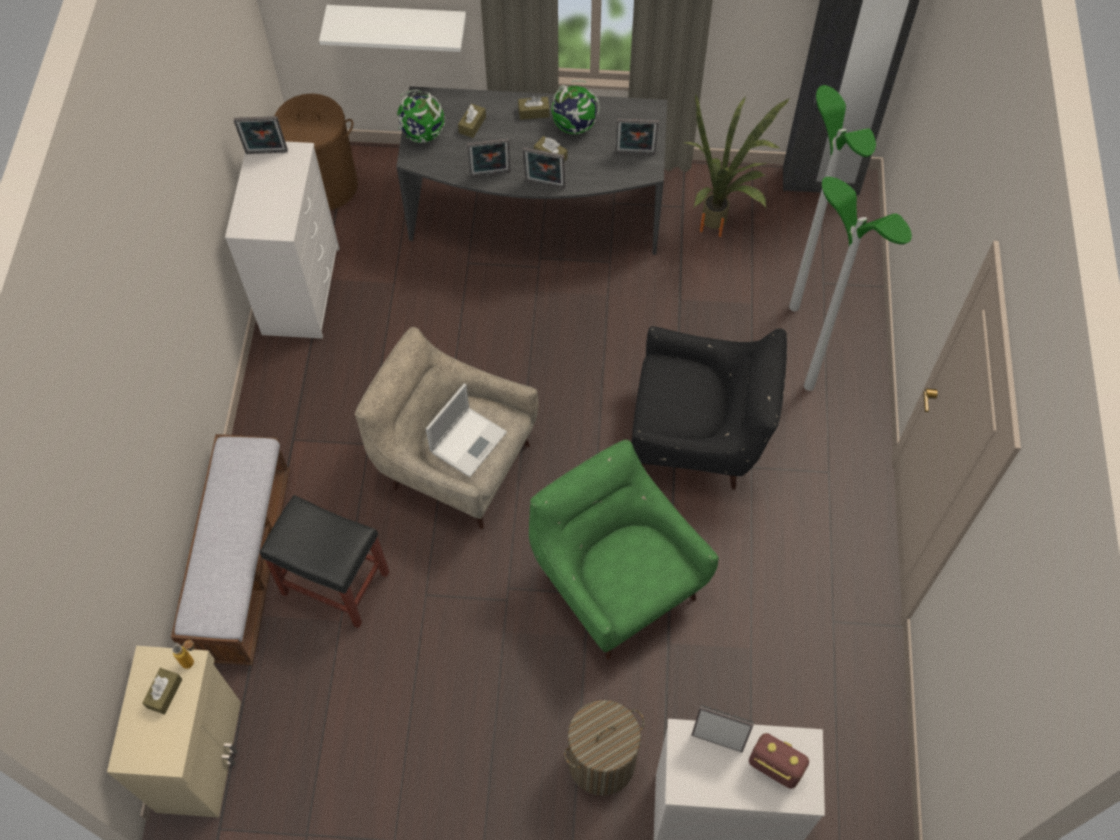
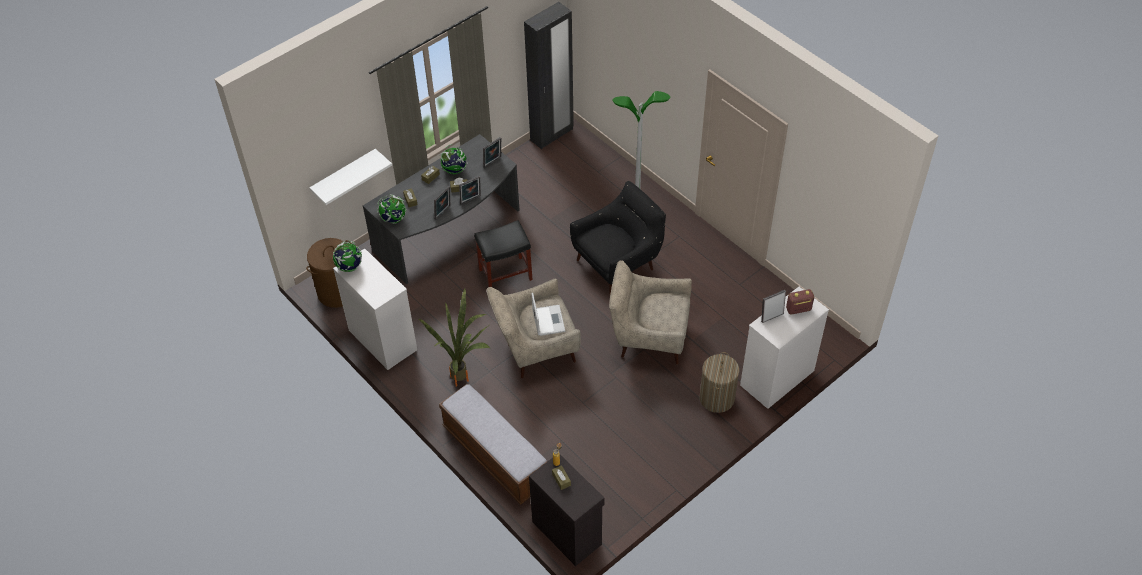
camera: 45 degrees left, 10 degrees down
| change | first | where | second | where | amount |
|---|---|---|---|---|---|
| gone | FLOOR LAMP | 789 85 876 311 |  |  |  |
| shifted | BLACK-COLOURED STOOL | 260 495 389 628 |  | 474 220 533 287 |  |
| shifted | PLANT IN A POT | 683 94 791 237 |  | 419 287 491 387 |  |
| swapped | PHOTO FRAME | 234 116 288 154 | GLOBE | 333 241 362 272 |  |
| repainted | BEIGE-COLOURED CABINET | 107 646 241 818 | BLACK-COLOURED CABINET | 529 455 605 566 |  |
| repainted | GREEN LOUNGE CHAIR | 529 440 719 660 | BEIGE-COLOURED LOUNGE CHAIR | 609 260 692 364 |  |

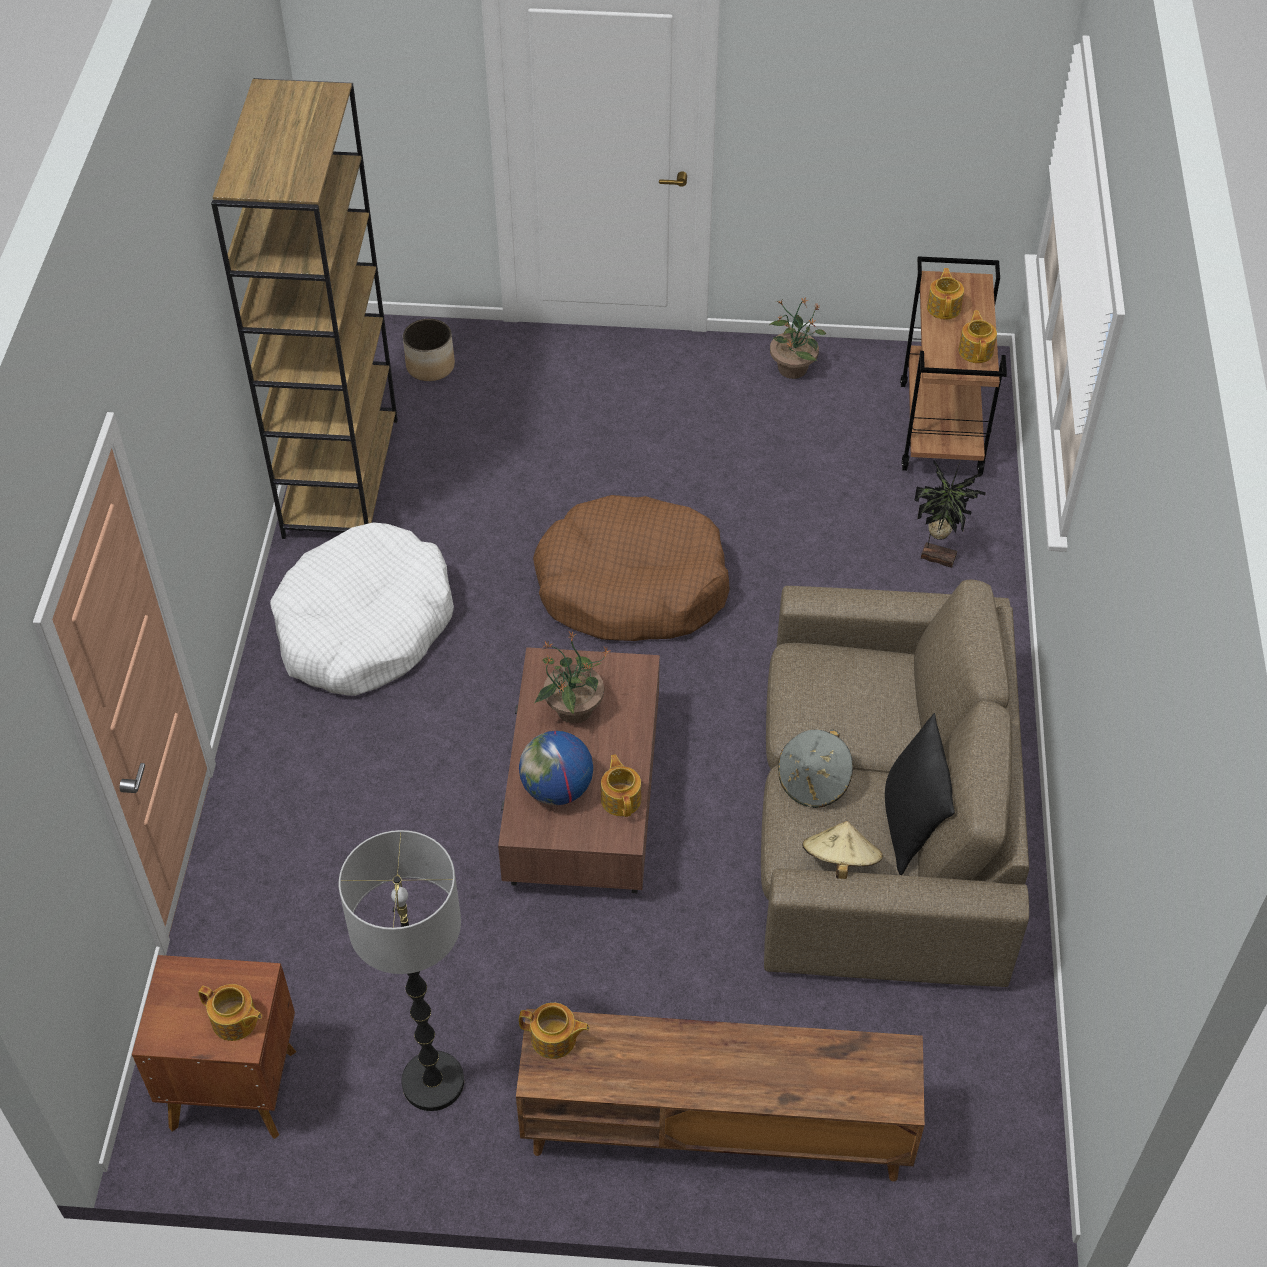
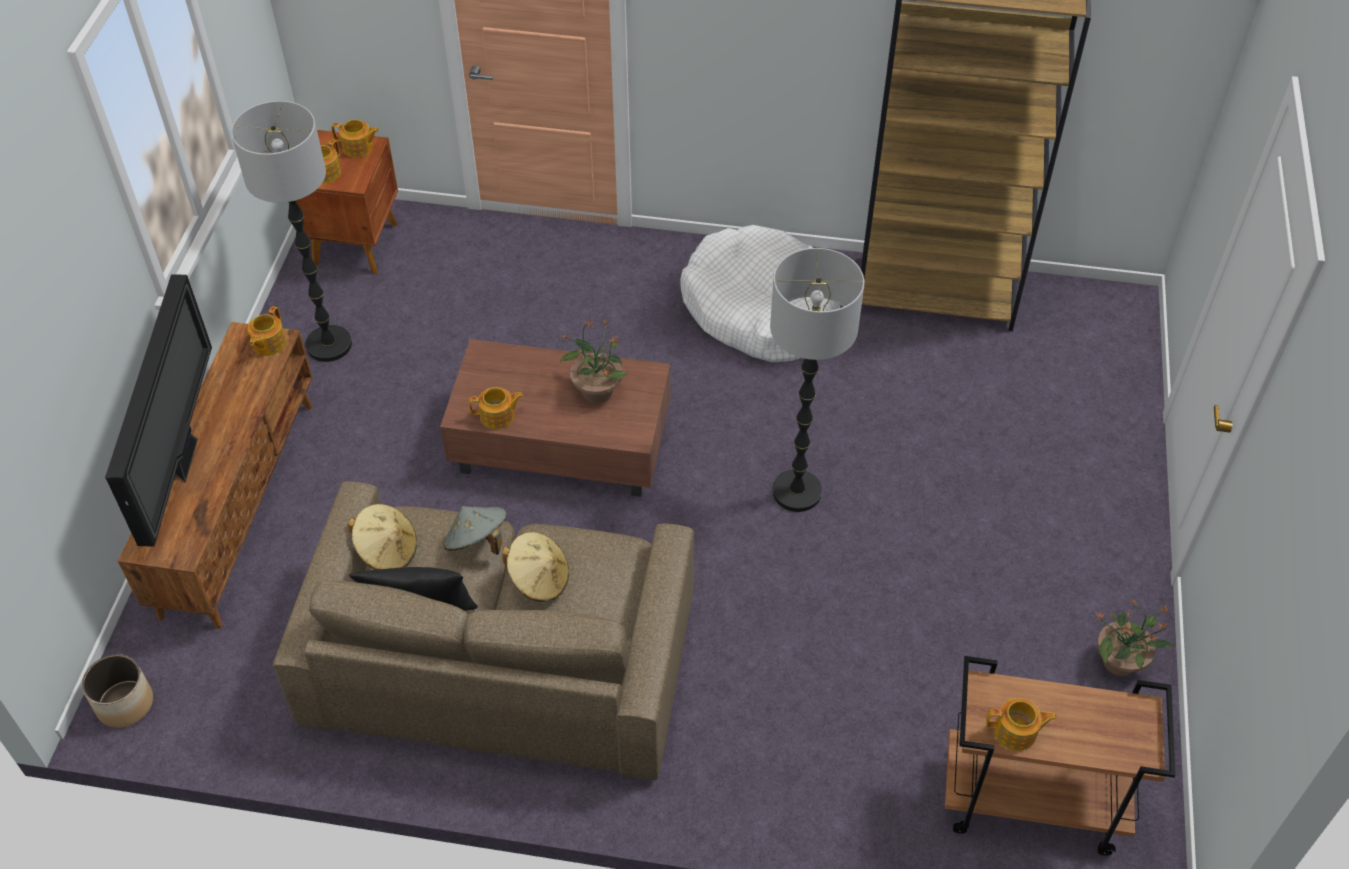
camera: 95 degrees right, 0 degrees up
| change | first | where | second | where | amount |
|---|---|---|---|---|---|
| gone | GLOBE | 519 731 593 805 |  |  |  |
| gone | PLANT IN A POT | 914 460 986 568 |  |  |  |
| new |  |  | TV | 105 274 212 546 |  |
| new |  |  | BEIGE-COLOURED HAT | 502 532 569 602 |  |
| shifted | FLOWER POT | 403 319 455 381 |  | 82 654 153 728 |  |
| shifted | TEA POT | 927 268 964 319 |  | 331 119 379 158 |  |
| swapped | BROWN-COLOURED DOG BED | 533 495 730 641 | FLOOR LAMP | 770 248 864 512 |  |

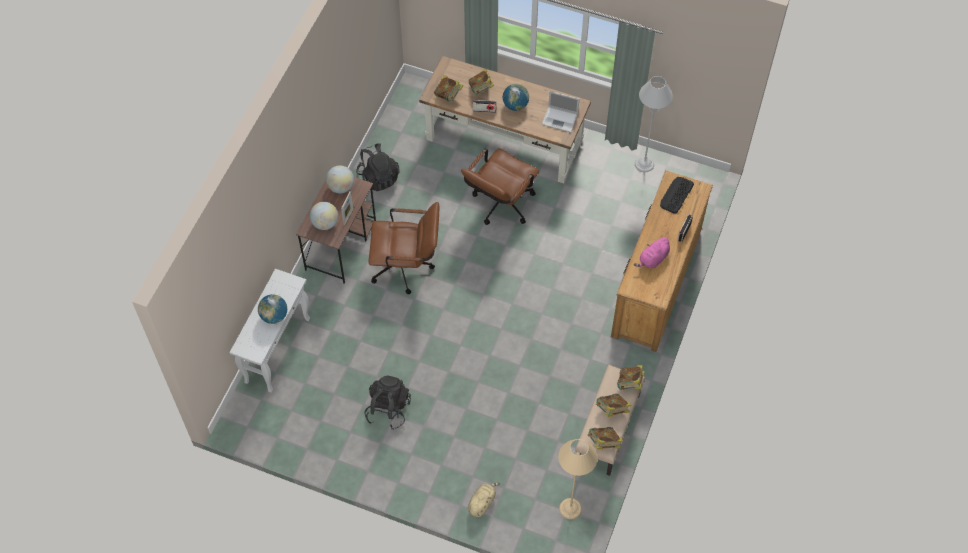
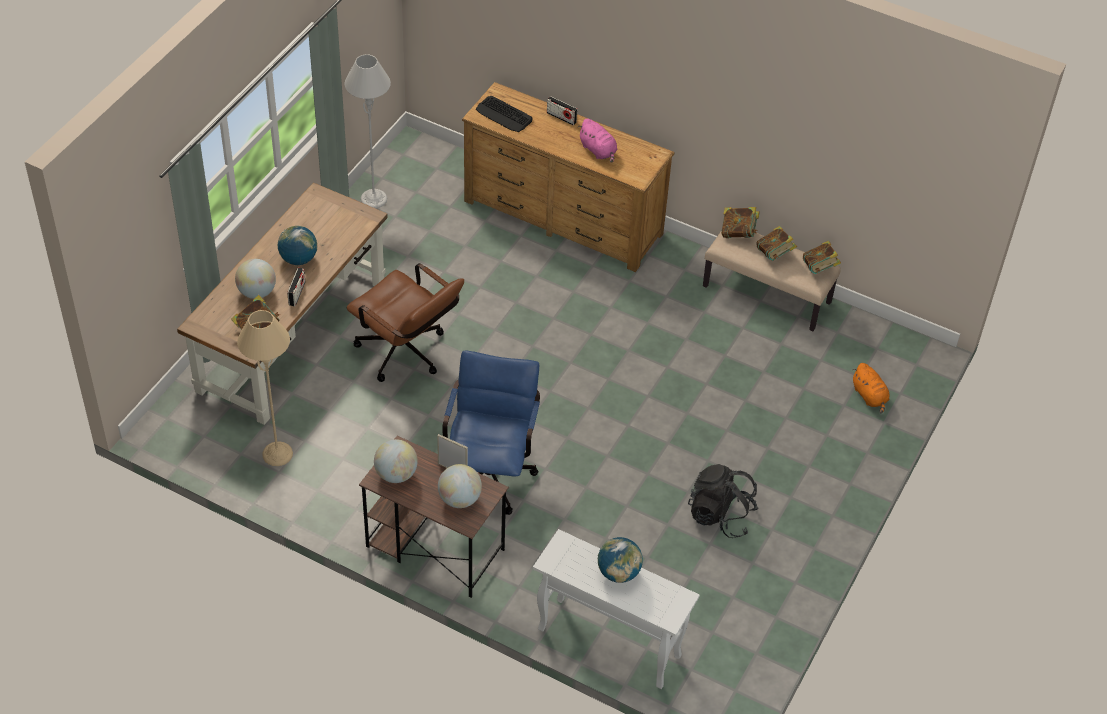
camera: 85 degrees left, 10 degrees down
| change | first | where | second | where | amount |
|---|---|---|---|---|---|
| gone | BLACK-COLOURED BACKPACK | 356 143 400 191 |  |  |  |
| gone | BEIGE-COLOURED SOFT TOY | 468 483 500 517 |  |  |  |
| gone | LAPTOP | 542 91 579 132 |  |  |  |
| new |  |  | ORANGE-COLOURED SOFT TOY | 852 363 889 414 |  |
| shifted | BEIGE-COLOURED FLOOR LAMP | 558 439 598 520 |  | 237 310 293 466 |  |
| swapped | BOOK | 469 69 494 95 | GLOBE | 235 259 276 299 |  |
| repainted | BROWN-COLOURED OFFICE CHAIR | 369 202 439 294 | BLUISH OFFICE CHAIR | 442 351 540 515 |  |

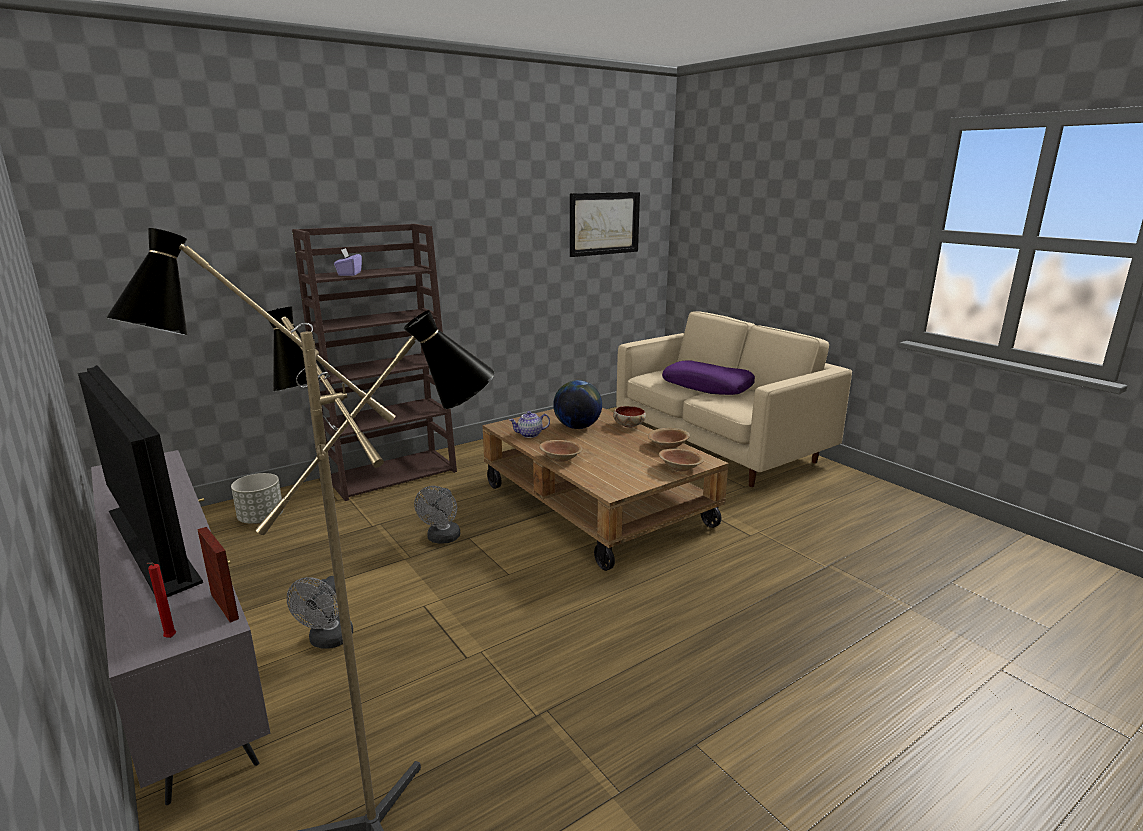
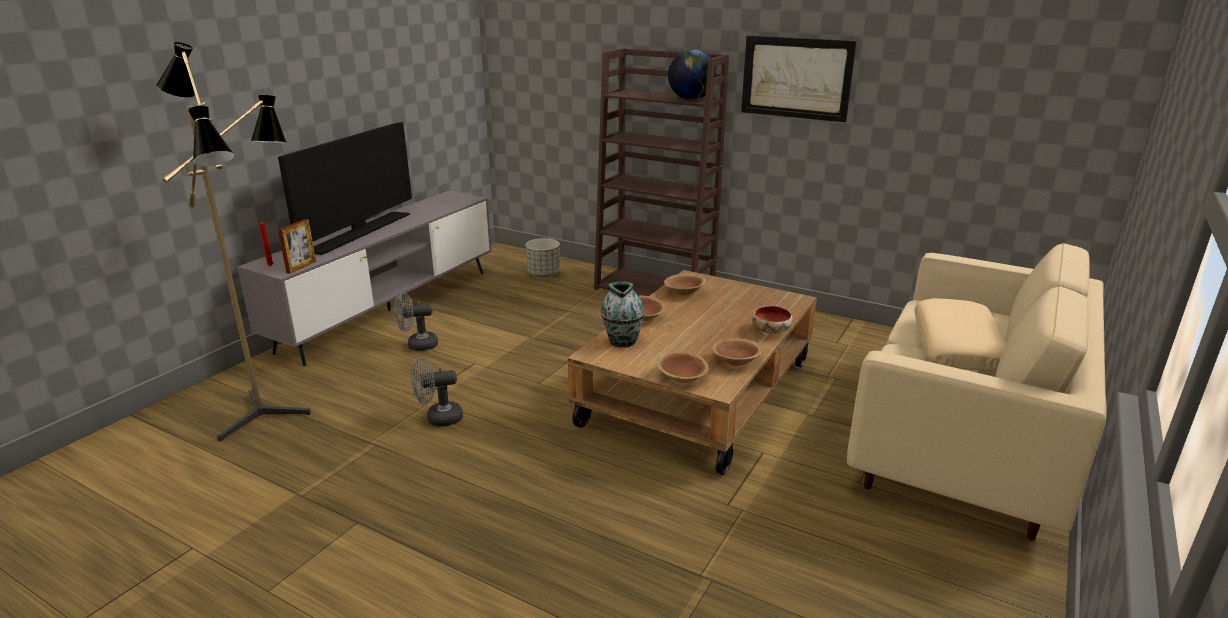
camera: 65 degrees right, 5 degrees up
| change | first | where | second | where | amount |
|---|---|---|---|---|---|
| gone | PURPLISH TISSUE HOLDER | 334 248 362 276 |  |  |  |
| new |  |  | VASE | 601 282 644 347 |  |
| shifted | GRAY FAN | 414 486 460 544 |  | 411 358 463 427 |  |
| shifted | GLOBE | 553 380 602 429 |  | 668 49 717 100 |  |
| shifted | PICTURE | 570 192 640 257 |  | 741 36 857 122 |  |
| swapped | TEA POT | 509 411 550 438 | BROWN-COLOURED SERVING BOWL | 664 274 706 296 |  |
| repainted | PURPLISH THROW PILLOW | 662 360 755 395 | BEIGE-COLOURED THROW PILLOW | 915 298 1006 371 |  |

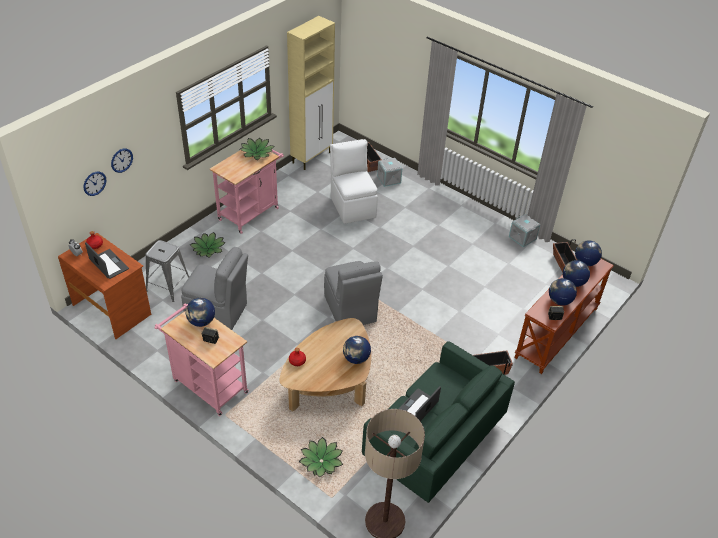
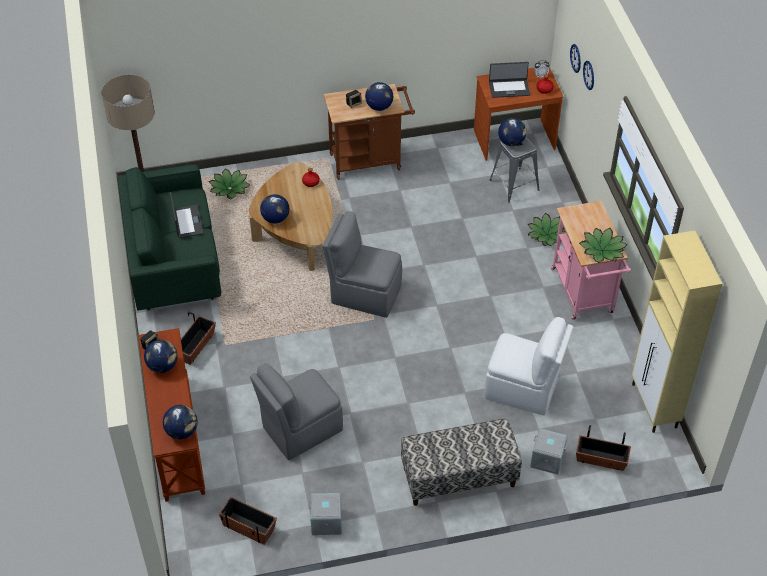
camera: 130 degrees right, 5 degrees up
| change | first | where | second | where | amount |
|---|---|---|---|---|---|
| new |  |  | BENCH | 401 419 522 506 |  |
| shifted | GRAY CHAIR | 181 247 248 330 |  | 250 363 343 460 |  |
| shifted | GLOBE | 563 260 590 287 |  | 498 118 527 146 |  |
| repainted | PINK CART | 154 304 249 416 | BROWN-COLOURED CART | 324 84 415 180 |  |

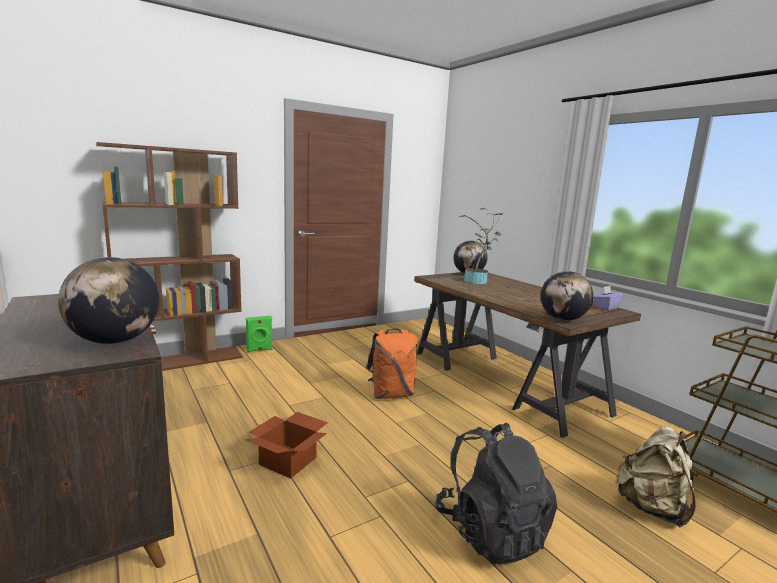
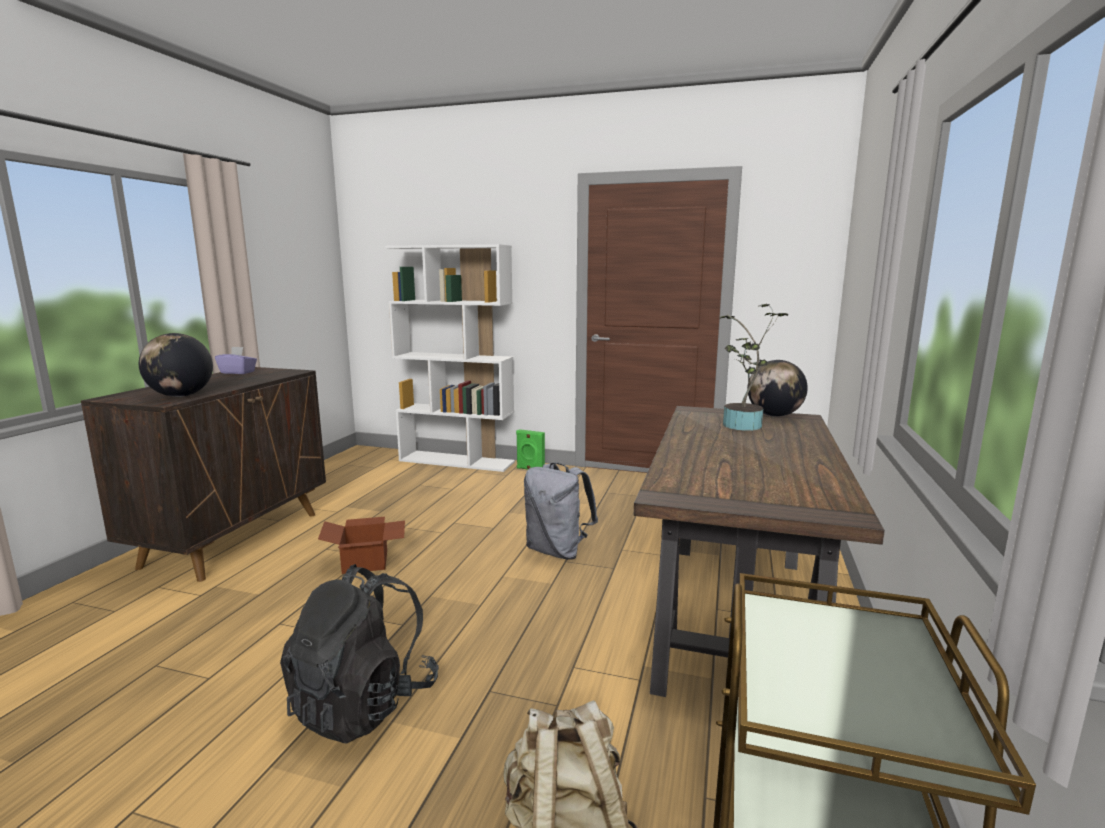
camera: 50 degrees right, 0 degrees up
| change | first | where | second | where | amount |
|---|---|---|---|---|---|
| gone | GLOBE | 541 271 593 321 |  |  |  |
| shifted | PURPLISH TISSUE HOLDER | 593 286 623 311 |  | 215 347 257 374 |  |
| repainted | BROWN-COLOURED BOOKCASE | 96 142 243 371 | WHITE BOOKCASE | 385 244 515 472 |  |
| repainted | ORANGE-COLOURED BACKPACK | 366 328 418 399 | GRAY BACKPACK | 524 463 598 560 |  |

